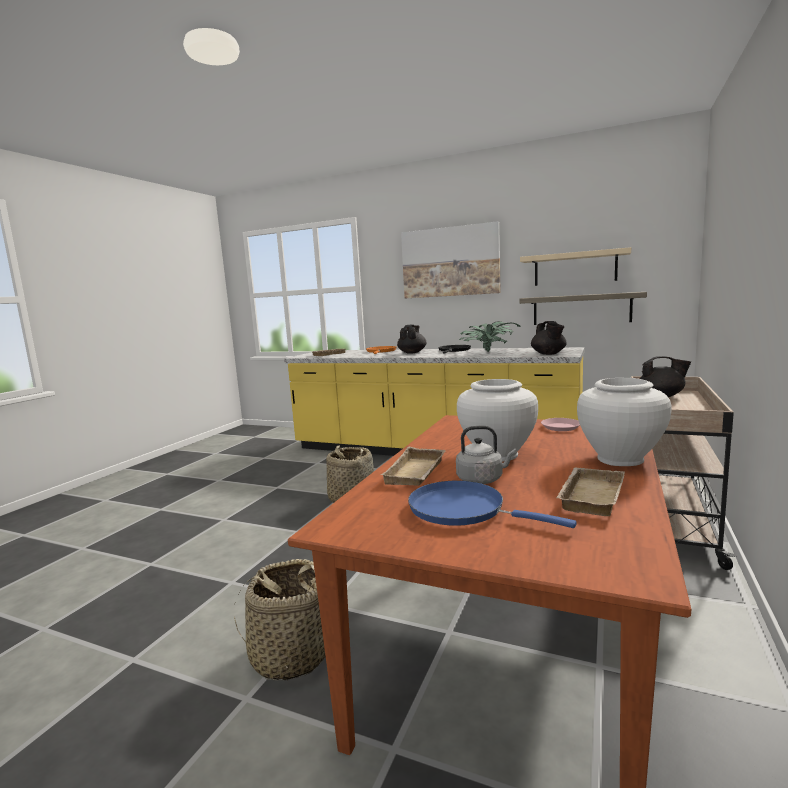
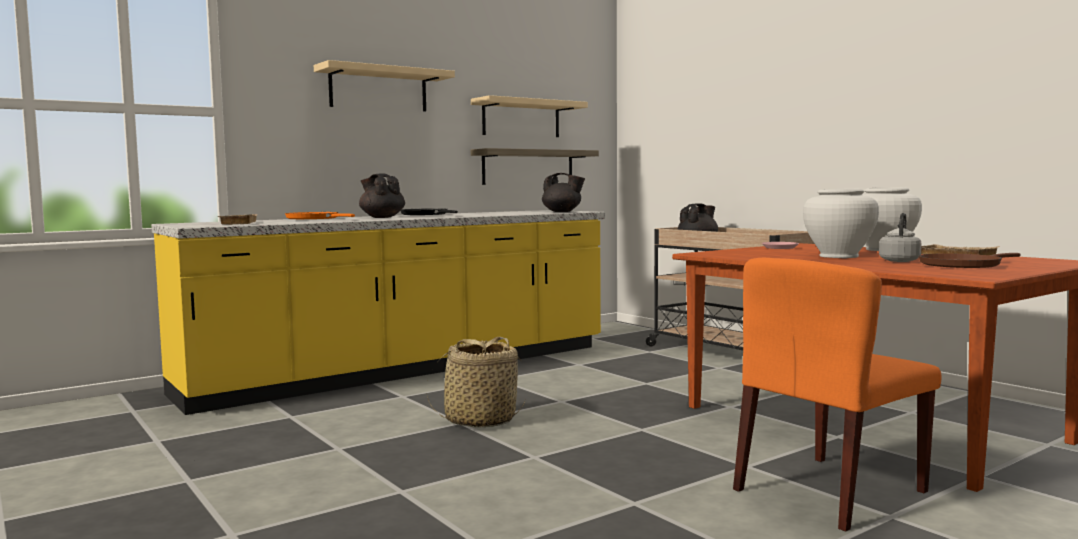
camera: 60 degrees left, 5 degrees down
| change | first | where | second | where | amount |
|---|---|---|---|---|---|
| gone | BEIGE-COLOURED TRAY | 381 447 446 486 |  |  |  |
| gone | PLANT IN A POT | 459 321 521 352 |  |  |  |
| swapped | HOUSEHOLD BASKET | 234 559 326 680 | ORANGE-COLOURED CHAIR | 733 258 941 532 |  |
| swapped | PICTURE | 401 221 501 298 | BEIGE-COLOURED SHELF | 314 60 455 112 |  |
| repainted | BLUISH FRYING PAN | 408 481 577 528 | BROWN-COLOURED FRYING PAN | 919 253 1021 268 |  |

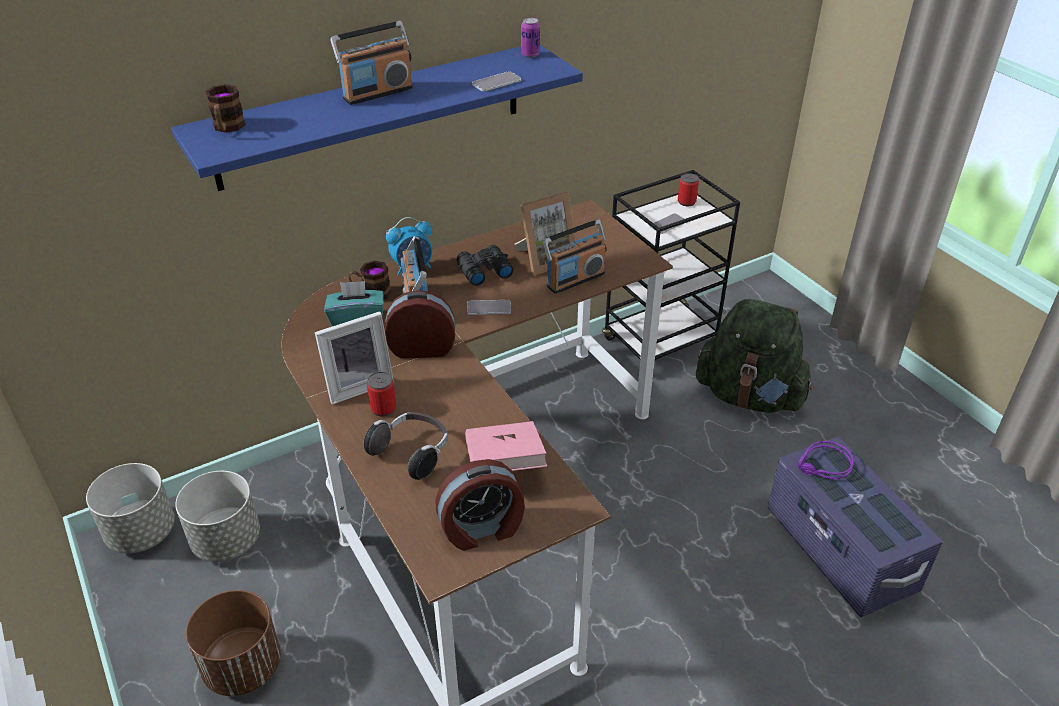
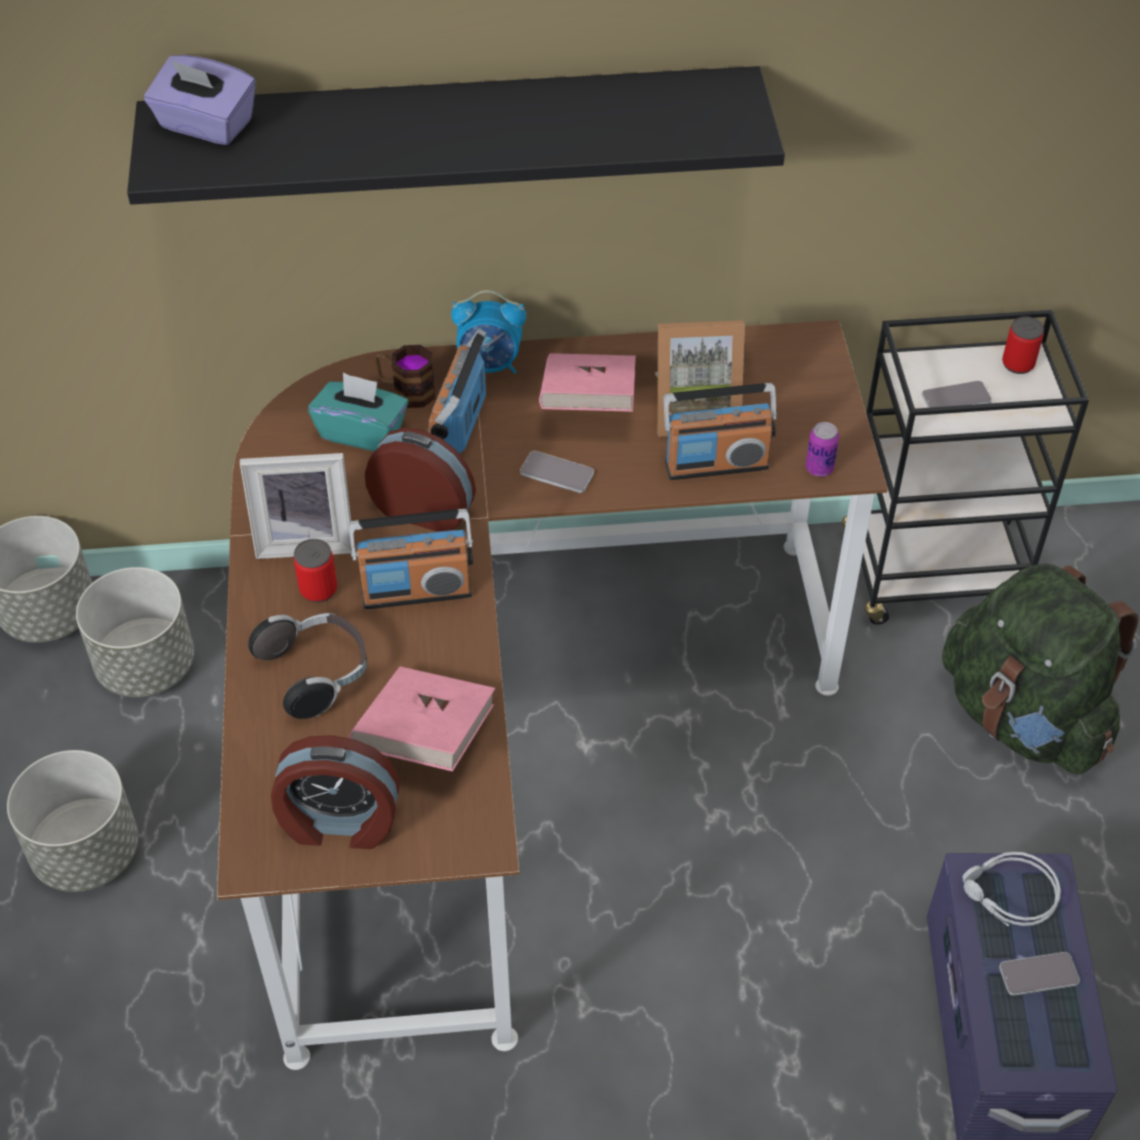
camera: 25 degrees right, 10 degrees up
| change | first | where | second | where | amount |
|---|---|---|---|---|---|
| shifted | RADIO | 330 21 413 105 |  | 349 508 473 609 |  |
| shifted | PHONE | 472 72 521 92 |  | 999 952 1080 996 |  |
| shifted | CAN | 521 18 540 58 |  | 806 422 839 477 |  |
| swapped | MUG | 205 84 246 133 | PURPLISH TISSUE HOLDER | 144 55 256 145 |  |
| swapped | BLACK-COLOURED PAIR OF BINOCULARS | 457 245 513 286 | PINK BOOK | 539 353 636 412 |  |
| repainted | BLUISH SHELF | 171 45 583 191 | BLACK-COLOURED SHELF | 127 66 785 205 |  |
| repainted | BROWN-COLOURED FLOWER POT | 186 590 281 696 | GRAY FLOWER POT | 7 750 138 892 |  |
| repainted | PURPLISH HEADPHONES | 798 441 854 480 | GRAY HEADPHONES | 962 852 1061 926 |  |

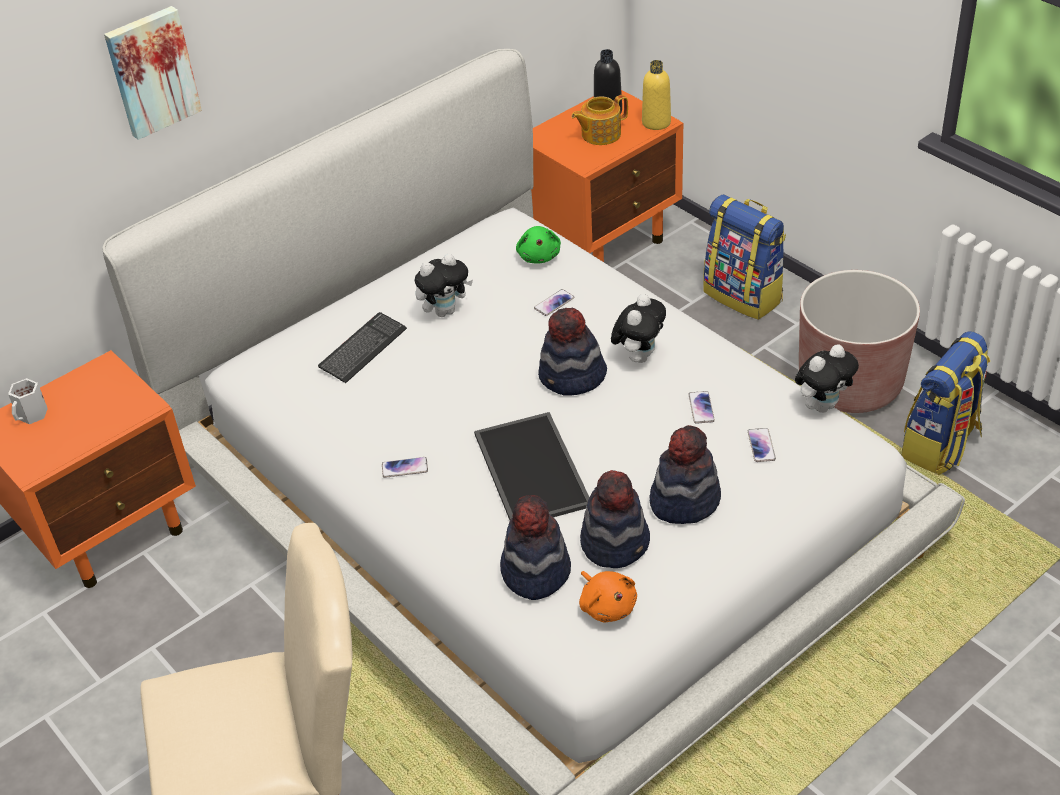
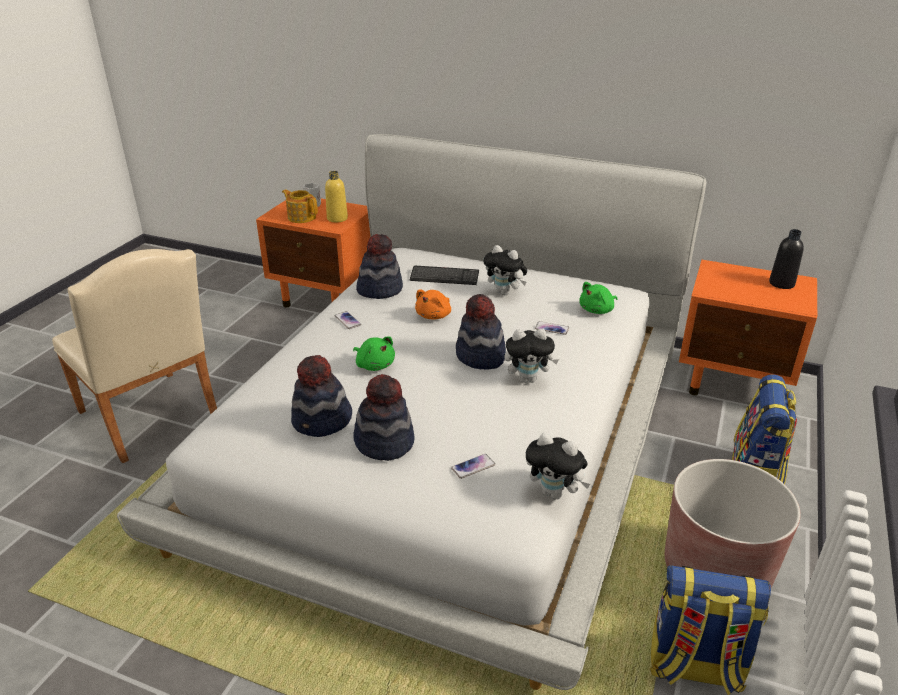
camera: 60 degrees right, 10 degrees down
| change | first | where | second | where | amount |
|---|---|---|---|---|---|
| gone | PICTURE | 104 6 202 140 |  |  |  |
| gone | PHONE | 688 391 715 424 |  |  |  |
| shifted | HAT | 500 495 571 600 |  | 356 234 403 299 |  |
| shifted | TEA POT | 571 95 628 145 |  | 282 189 318 223 |  |
| shifted | ORANGE-COLOURED SOFT TOY | 579 571 637 622 |  | 415 289 451 319 |  |
| shifted | YELLOWISH BOTTLE | 642 60 671 130 |  | 325 171 348 222 |  |
| swapped | TRAY | 474 412 589 520 | GREEN SOFT TOY | 353 336 395 371 |  |

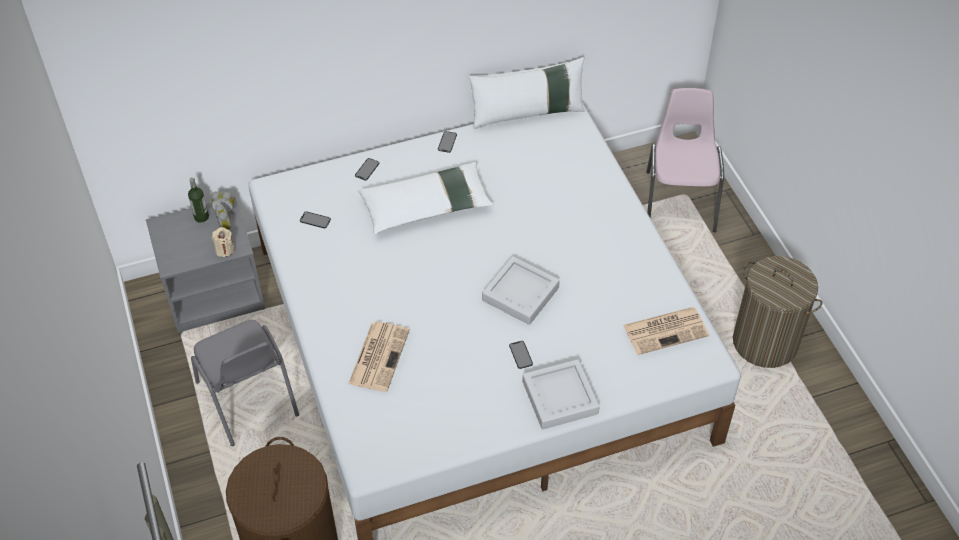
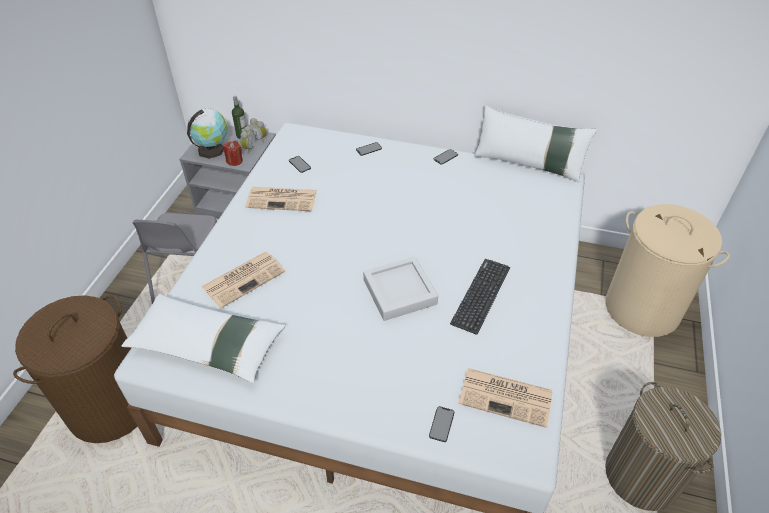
camera: 35 degrees right, 5 degrees down
| change | first | where | second | where | amount |
|---|---|---|---|---|---|
| gone | GRAY TRAY | 522 359 600 429 |  |  |  |
| new |  |  | GLOBE | 187 108 228 159 |  |
| new |  |  | NEWSPAPER | 245 187 317 211 |  |
| new |  |  | COMPUTER KEYBOARD | 450 259 510 335 |  |
| shifted | WHITE THROW PILLOW | 358 162 493 234 |  | 121 294 286 383 |  |
| shifted | PHONE | 509 341 533 369 |  | 429 406 455 442 |  |
| swapped | PINK CHAIR | 646 88 724 232 | BEIGE-COLOURED LAUNDRY BASKET | 605 204 730 337 |  |
| repainted | BEIGE-COLOURED WAX LIGHT | 212 227 234 257 | RED-COLOURED WAX LIGHT | 223 141 243 166 |  |

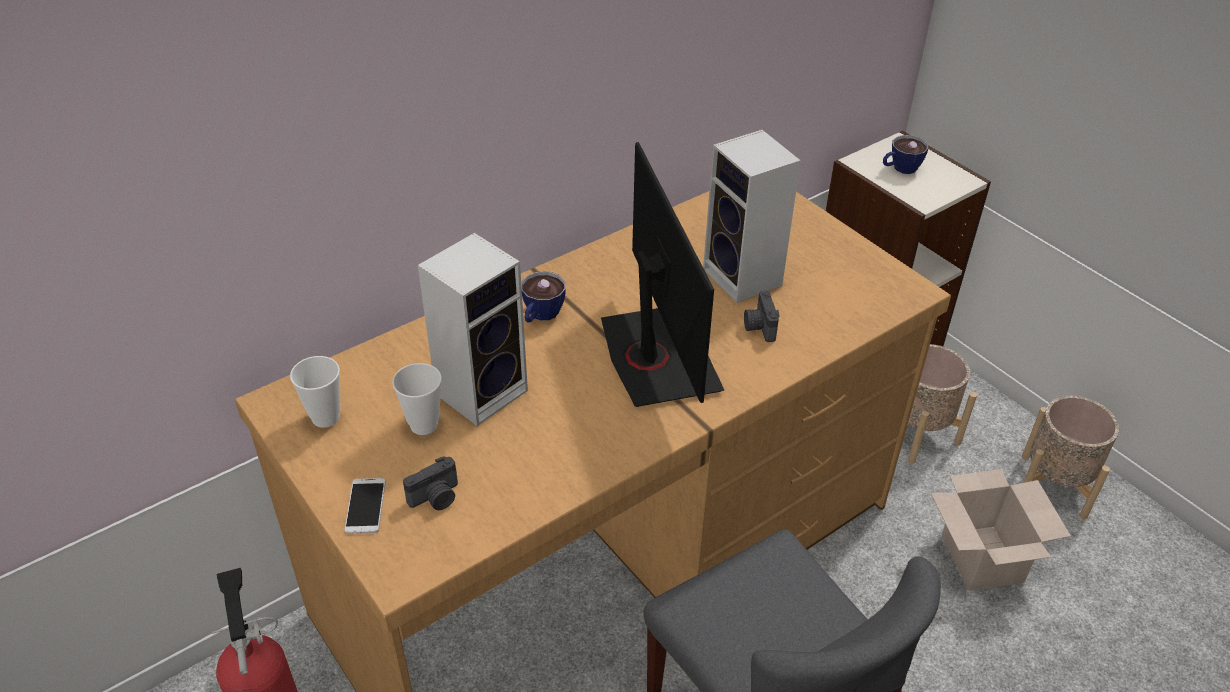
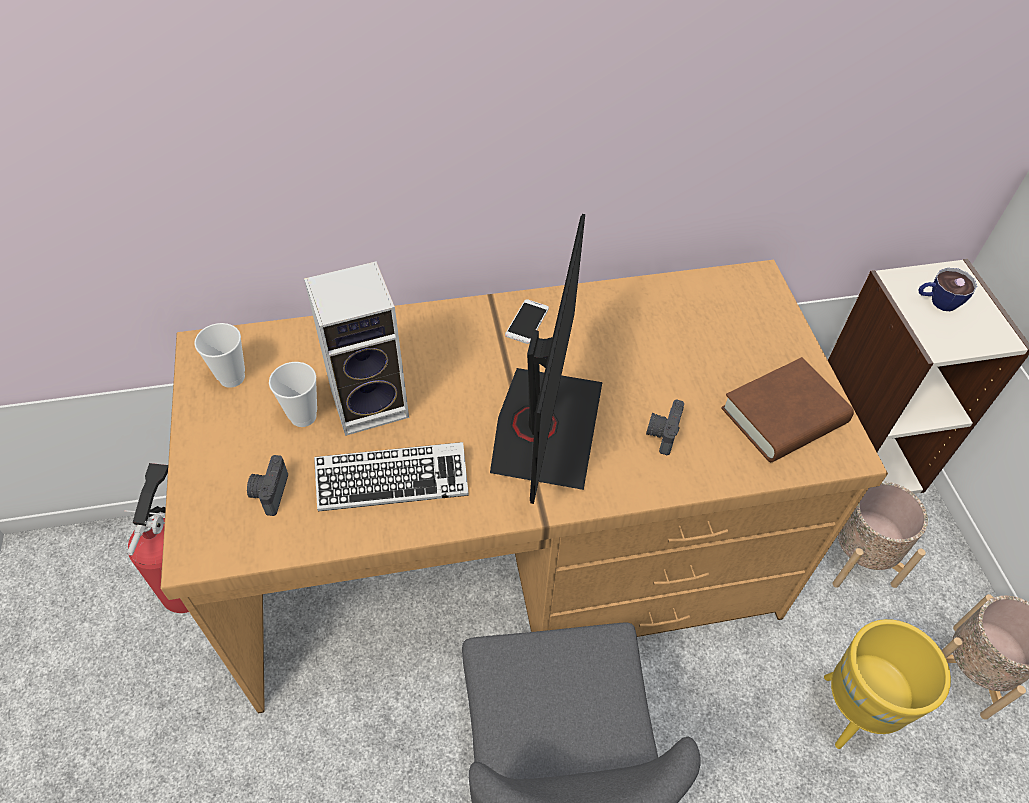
camera: 25 degrees right, 10 degrees up
| change | first | where | second | where | amount |
|---|---|---|---|---|---|
| gone | SMALL CUP | 521 271 566 323 |  |  |  |
| gone | SPEAKER | 703 130 801 303 |  |  |  |
| new |  |  | COMPUTER KEYBOARD | 314 442 469 512 |  |
| new |  |  | BROWN-COLOURED BOOK | 721 357 854 462 |  |
| shifted | PHONE | 344 478 386 534 |  | 505 299 549 344 |  |
| swapped | CARTON | 931 469 1071 591 | YELLOWISH FLOWER POT | 824 619 951 749 |  |
| rotated | STILL CAMERA | 403 456 458 510 |  | 247 455 288 516 | 105 degrees clockwise |

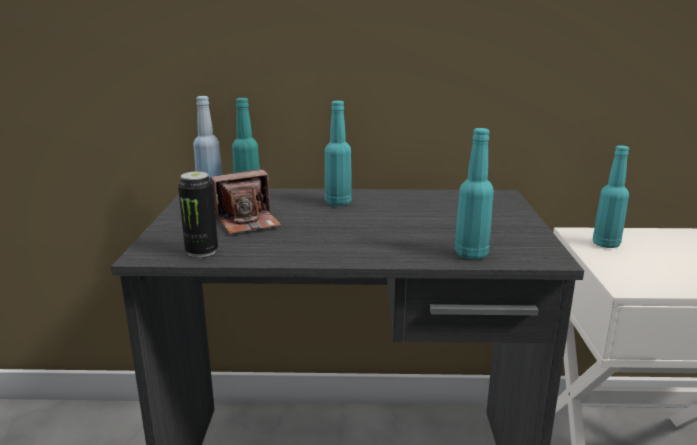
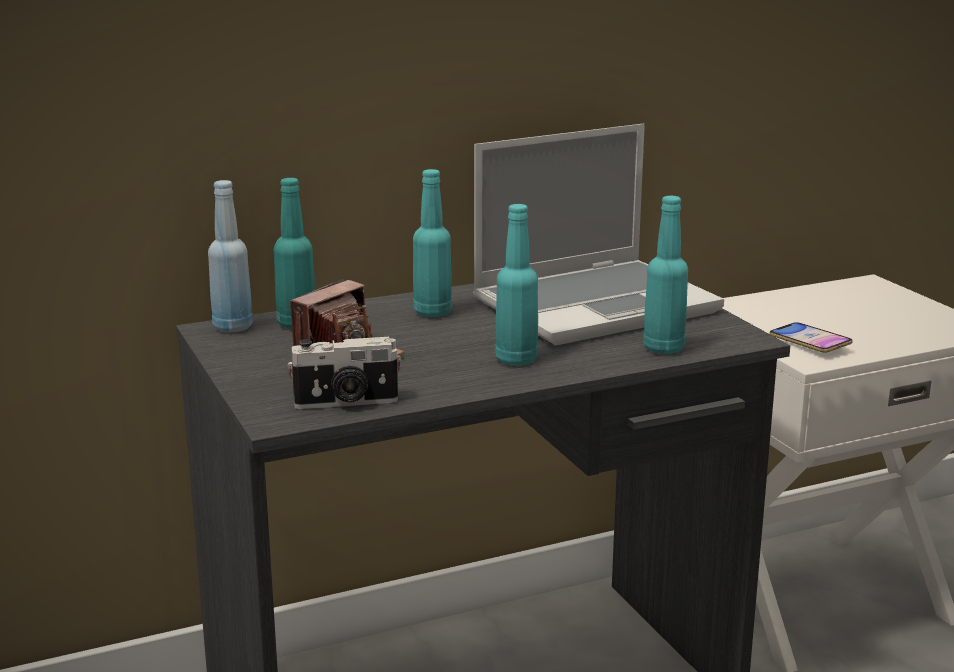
camera: 25 degrees left, 0 degrees up
| change | first | where | second | where | amount |
|---|---|---|---|---|---|
| new |  |  | LAPTOP | 473 123 724 346 |  |
| new |  |  | PHONE | 769 322 853 353 |  |
| shifted | TURQUOISE-COLOURED BOTTLE | 593 145 629 248 |  | 495 204 538 366 |  |
| swapped | CAN | 178 171 218 258 | STILL CAMERA | 288 337 402 409 |  |

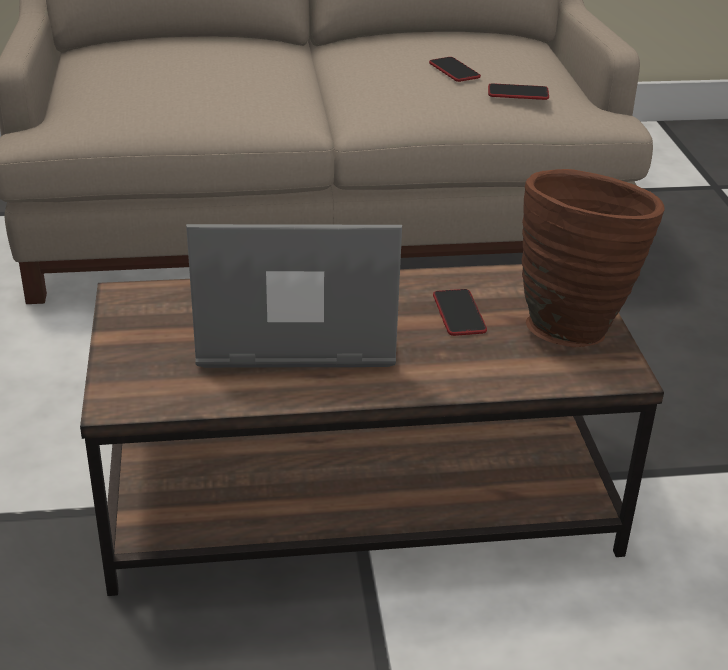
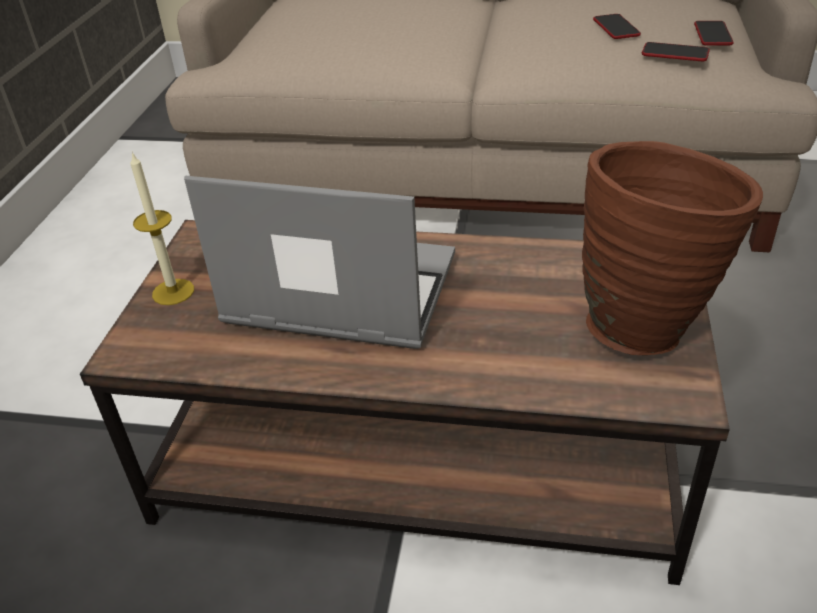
camera: 20 degrees right, 5 degrees up
| change | first | where | second | where | amount |
|---|---|---|---|---|---|
| new |  |  | WAX LIGHT | 130 151 194 305 |  |
| shifted | PHONE | 433 289 487 336 |  | 694 21 734 45 |  |

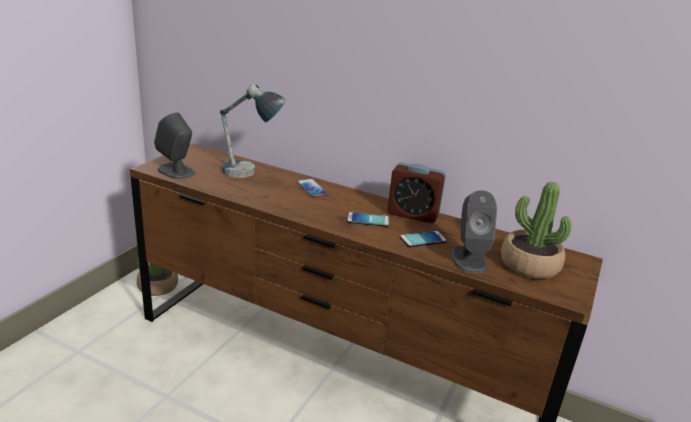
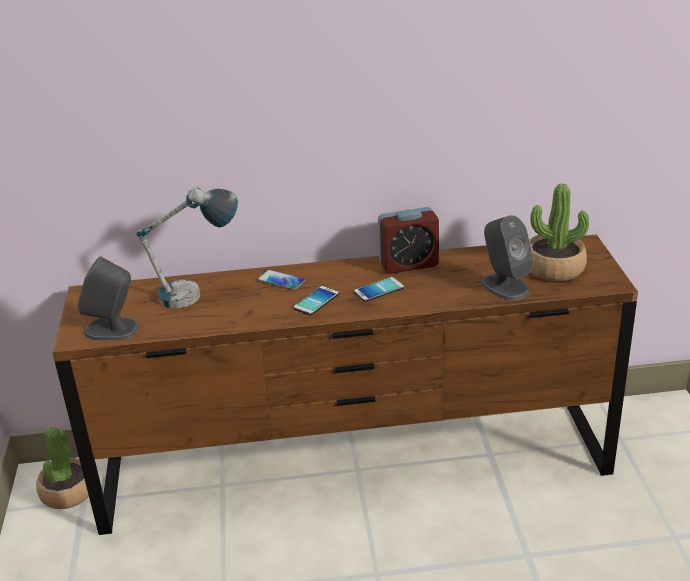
camera: 30 degrees left, 5 degrees up
| change | first | where | second | where | amount |
|---|---|---|---|---|---|
| shifted | PHONE | 400 231 447 247 |  | 293 286 339 315 |  |

